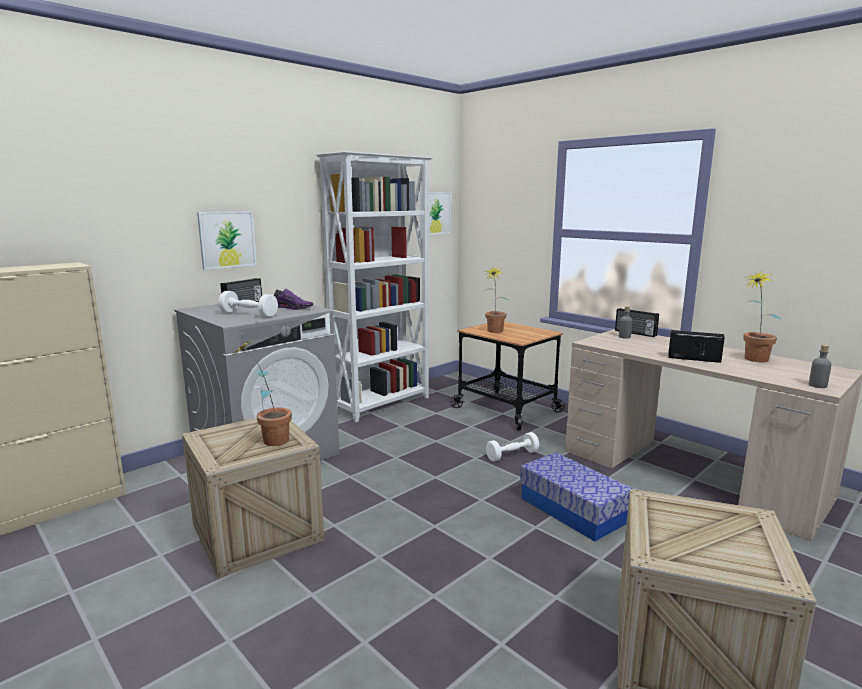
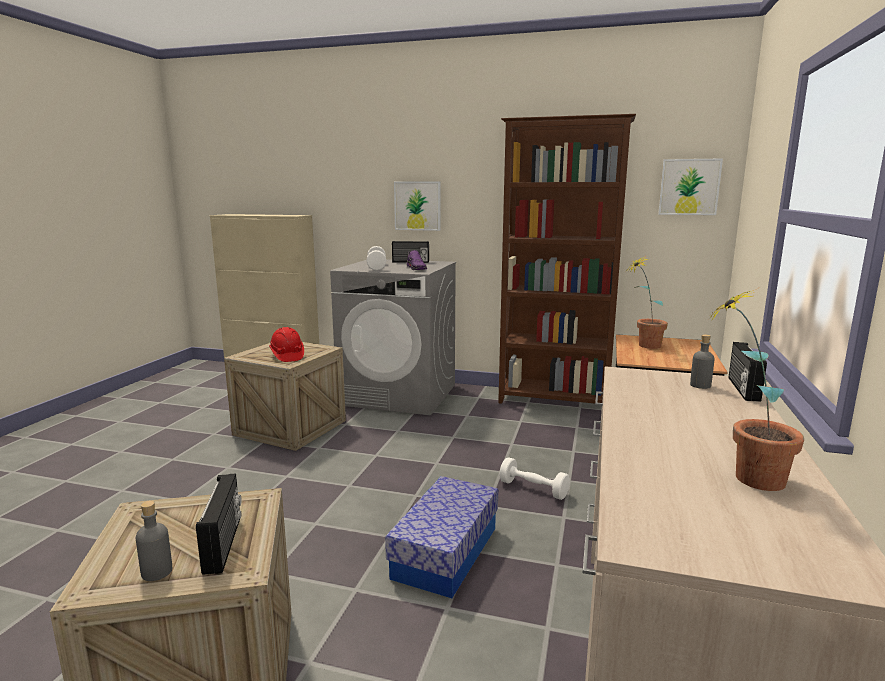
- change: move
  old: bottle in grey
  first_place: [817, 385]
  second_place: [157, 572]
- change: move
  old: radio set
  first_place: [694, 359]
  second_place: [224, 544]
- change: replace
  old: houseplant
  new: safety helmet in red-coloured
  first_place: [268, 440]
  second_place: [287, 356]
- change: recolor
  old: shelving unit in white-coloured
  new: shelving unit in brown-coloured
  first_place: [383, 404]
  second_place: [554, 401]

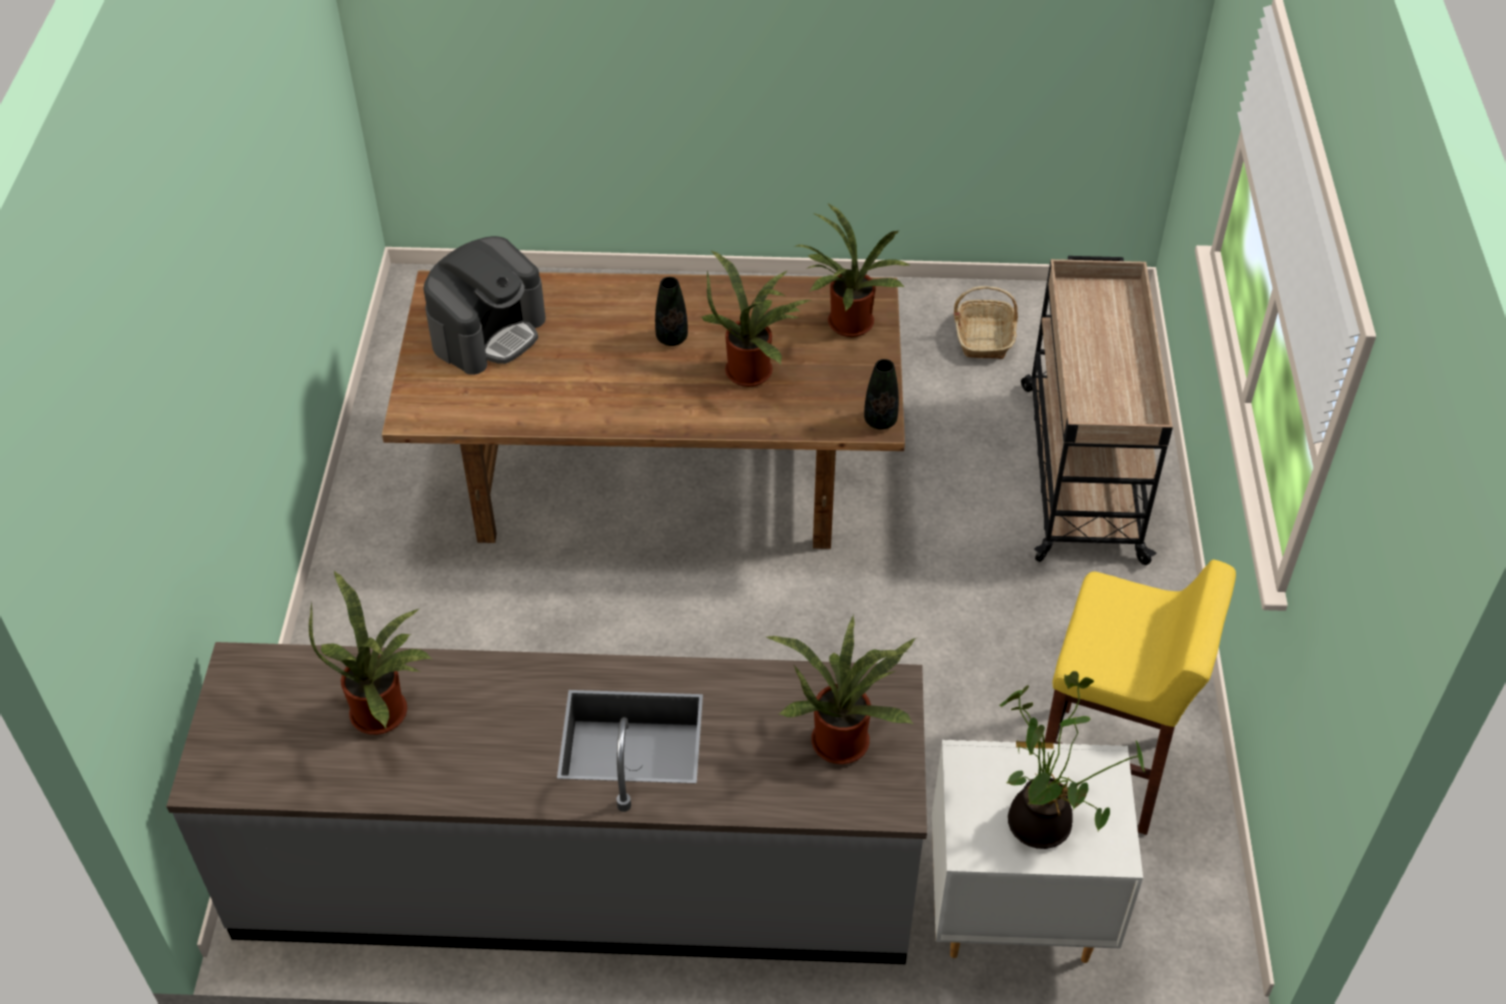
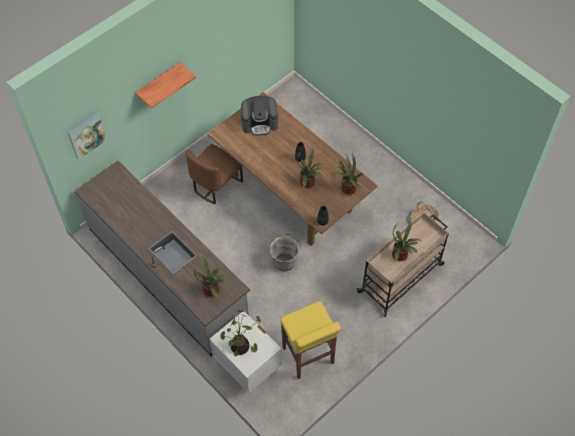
- change: insert
  new: picture
  second_place: [86, 134]
- change: insert
  new: shelf
  second_place: [159, 83]
- change: insert
  new: chair in brown-coloured
  second_place: [216, 185]
- change: insert
  new: pail in grey
  second_place: [284, 262]
- change: move
  old: houseplant
  first_place: [385, 712]
  second_place: [401, 255]

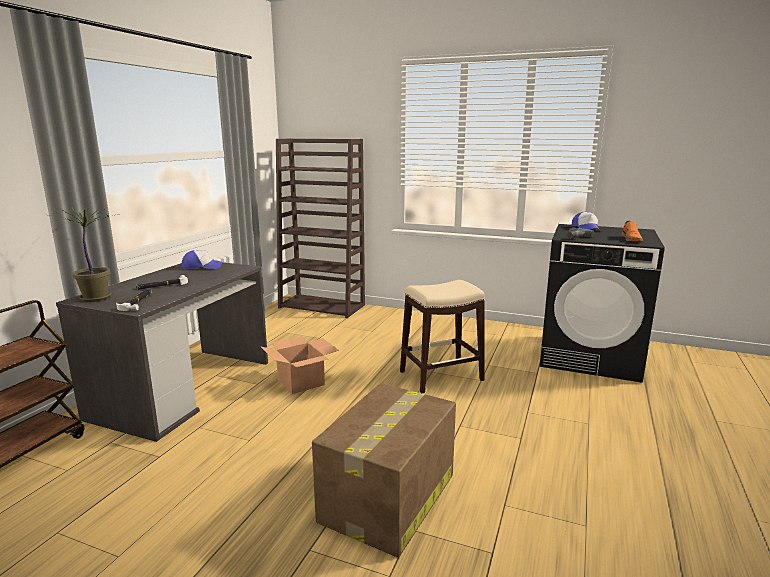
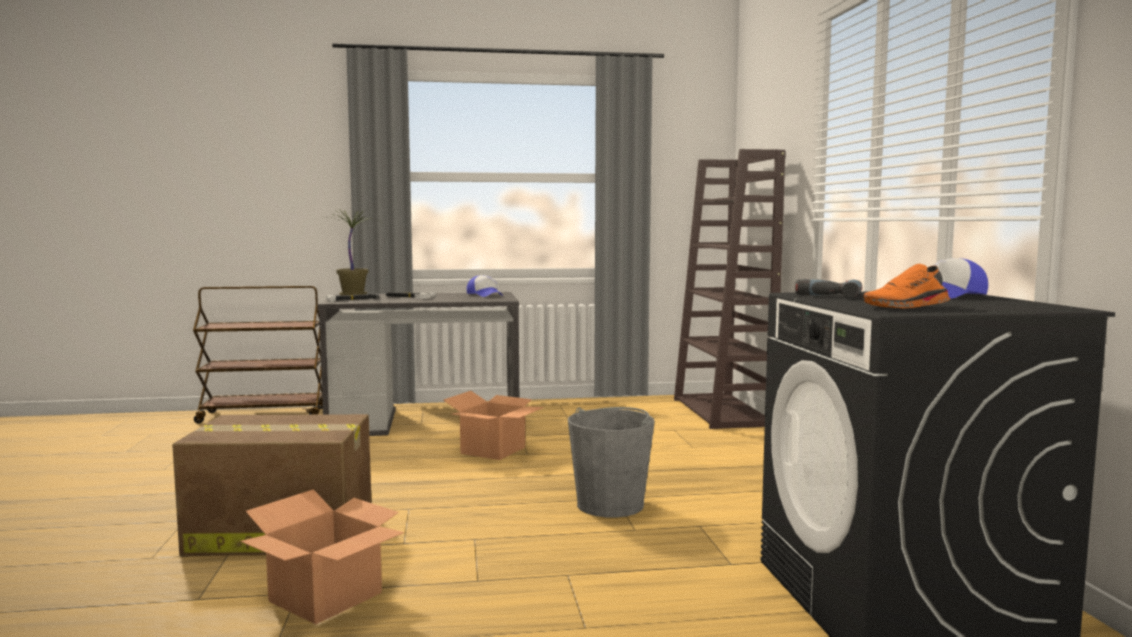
- change: insert
  new: packing box
  second_place: [326, 596]
- change: replace
  old: stool in beige-coloured
  new: pail in grey
  first_place: [440, 375]
  second_place: [610, 504]

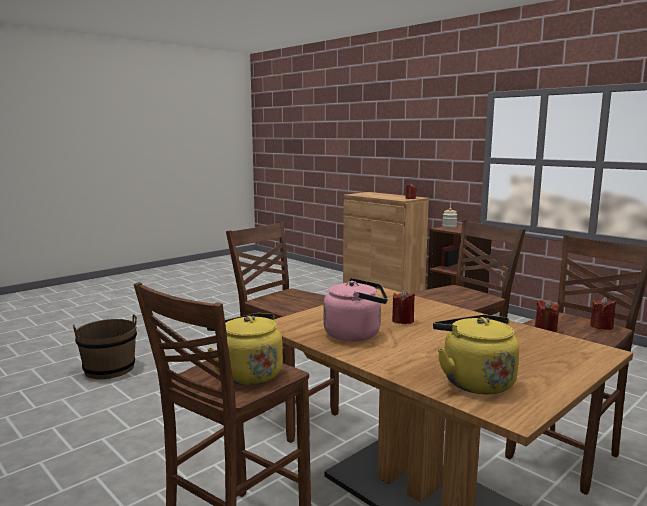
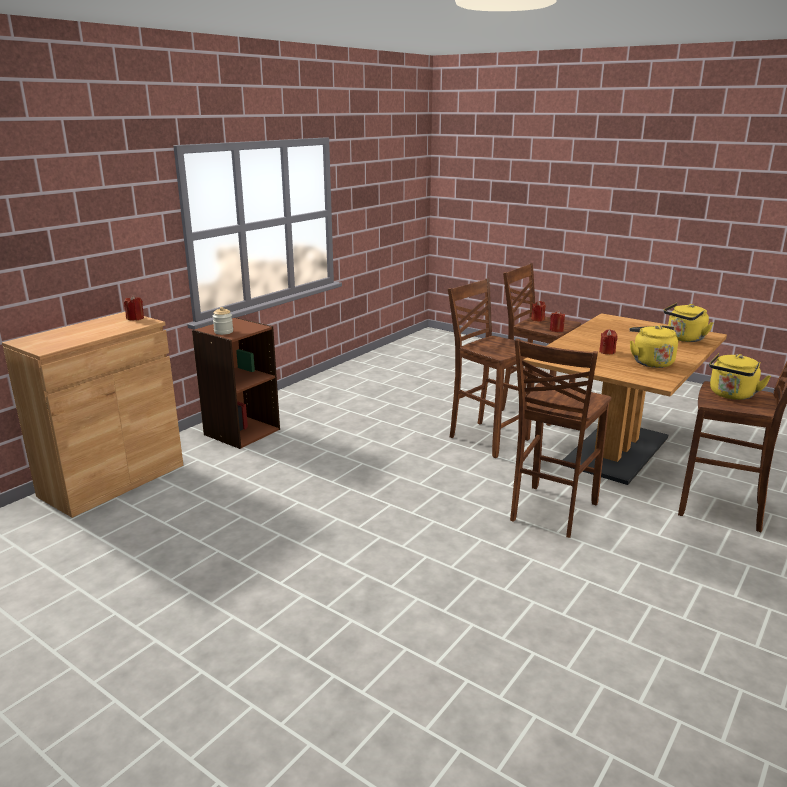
- change: recolor
  old: water kettle in pinkish
  new: water kettle in yellowish
  first_place: [356, 334]
  second_place: [650, 362]
- change: delete
  old: pail in brown-coloured
  first_place: [109, 369]

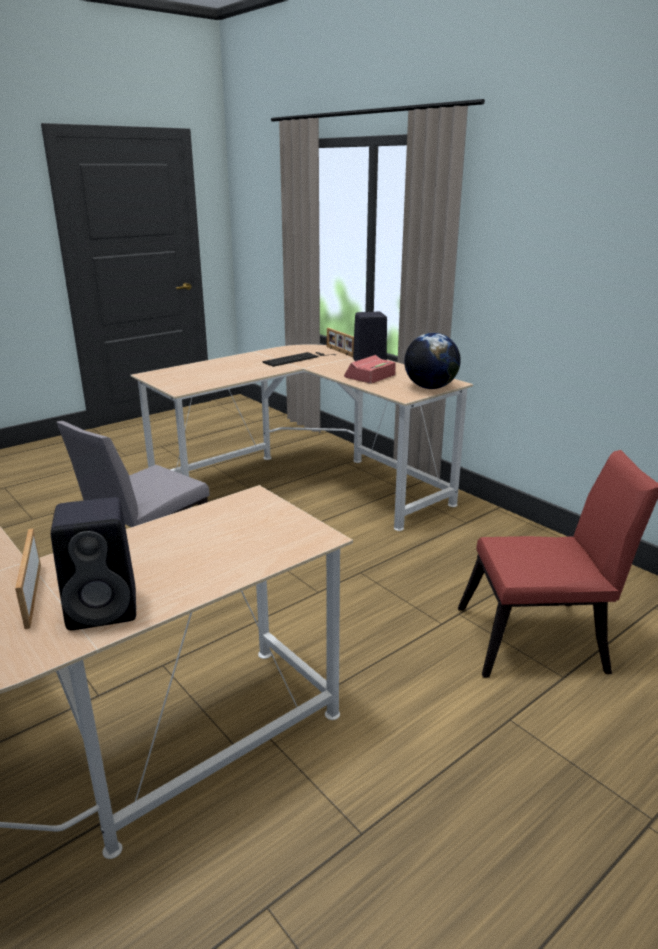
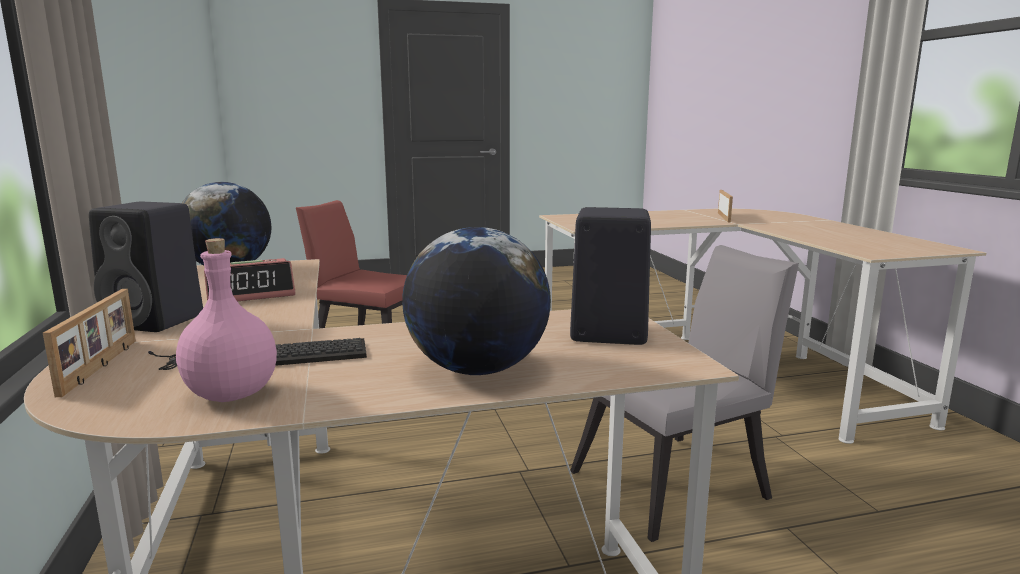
- change: insert
  new: bottle in pinkish
  second_place: [234, 394]
- change: insert
  new: globe
  second_place: [477, 370]
- change: move
  old: audio speaker in black-coloured
  first_place: [105, 608]
  second_place: [605, 333]

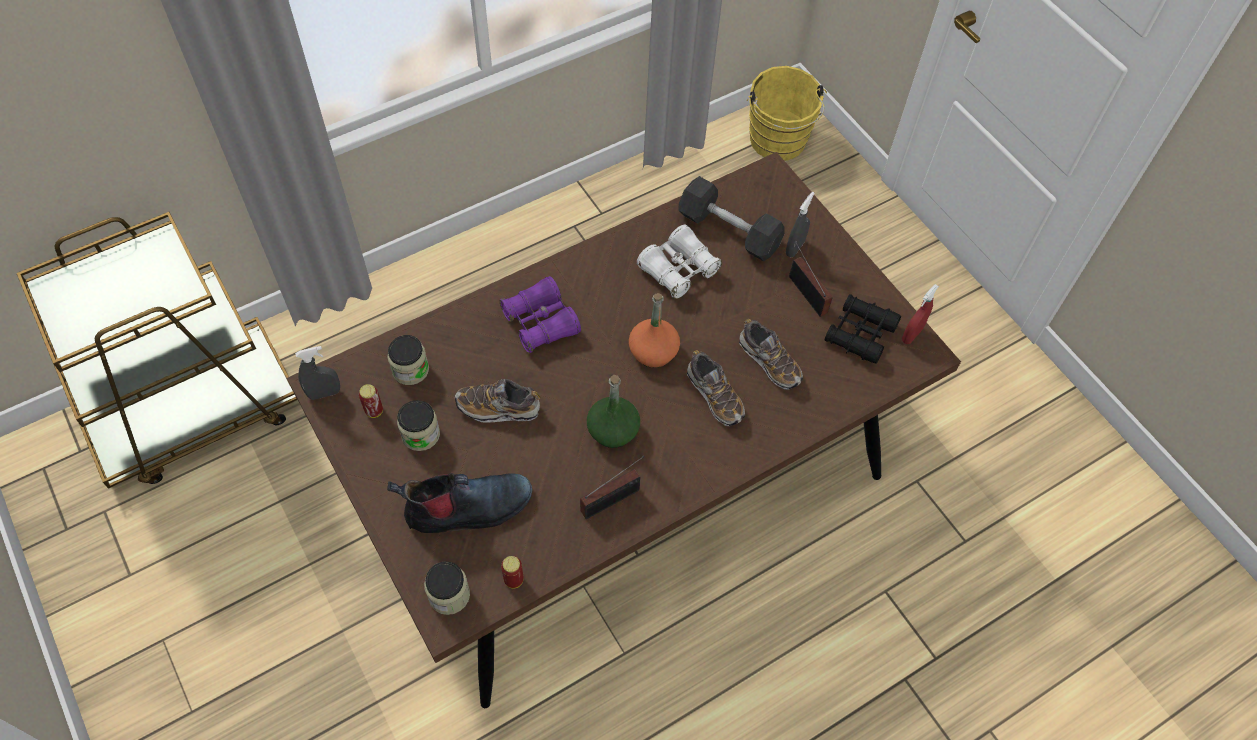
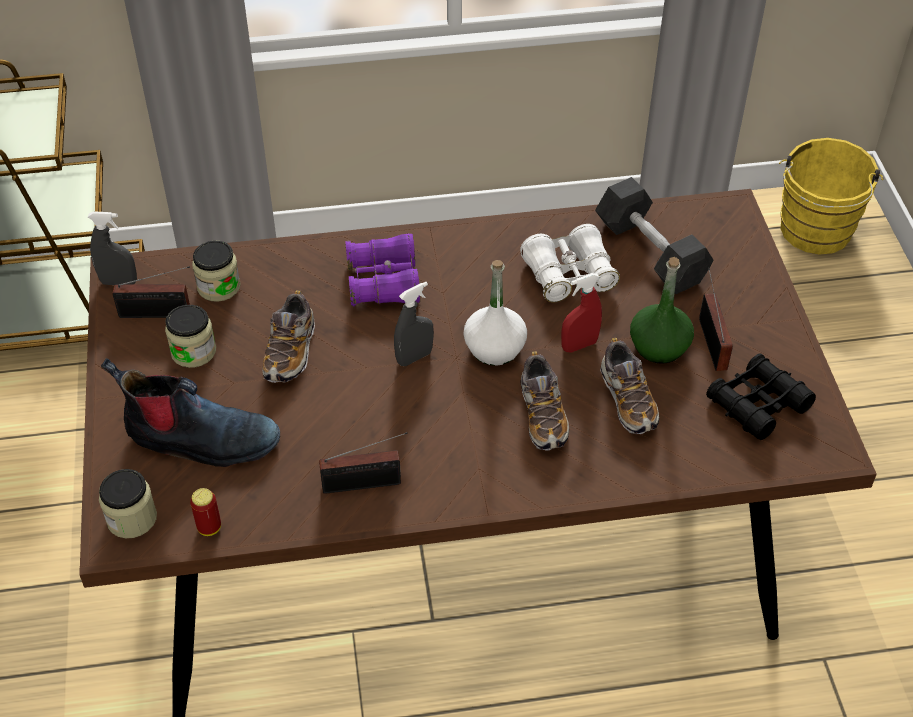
- change: replace
  old: metal can
  new: radio set
  first_place: [374, 411]
  second_place: [159, 314]
- change: rotate
  old: low shoe
  first_place: [498, 408]
  second_place: [290, 352]
  degrees: -105
- change: move
  old: sprayer in grey
  first_place: [795, 248]
  second_place: [414, 357]
- change: recolor
  old: bottle in orangey
  new: bottle in white-coloured
  first_place: [653, 351]
  second_place: [494, 348]
- change: move
  old: sprayer in red-coloured
  first_place: [911, 335]
  second_place: [579, 345]
- change: move
  old: bottle in green-coloured
  first_place: [613, 430]
  second_place: [659, 346]

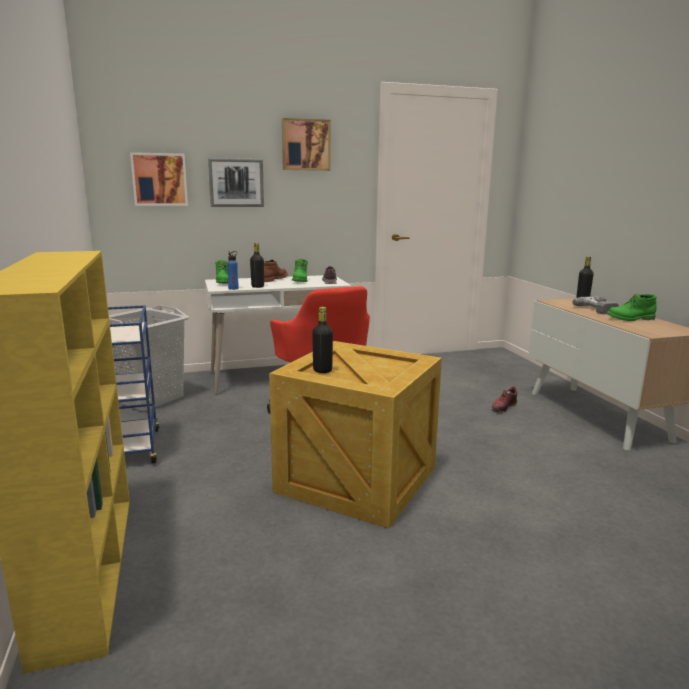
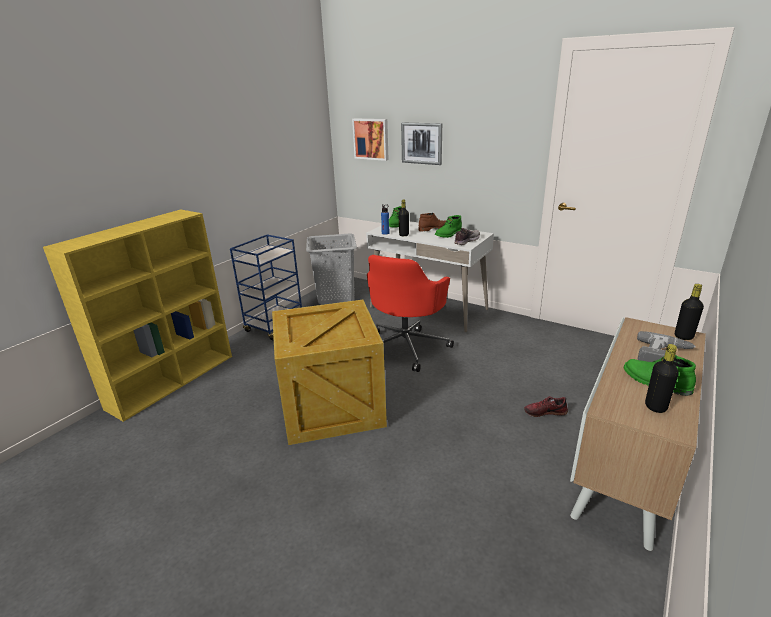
- change: move
  old: bottle in black-coloured
  first_place: [322, 370]
  second_place: [655, 407]
- change: delete
  old: picture
  first_place: [305, 145]

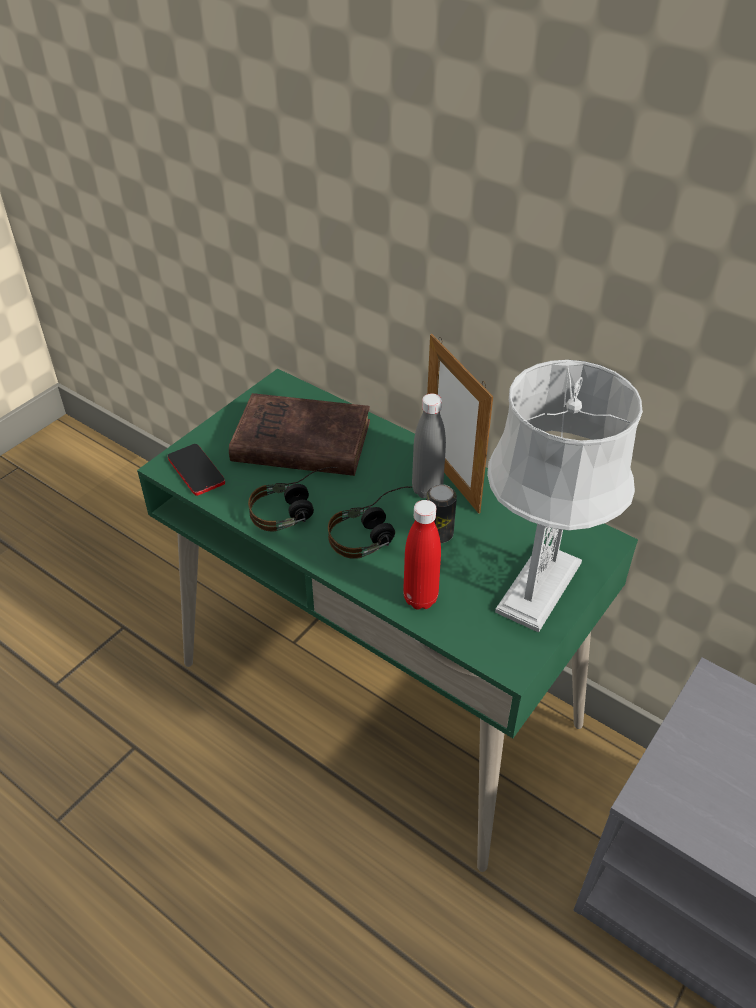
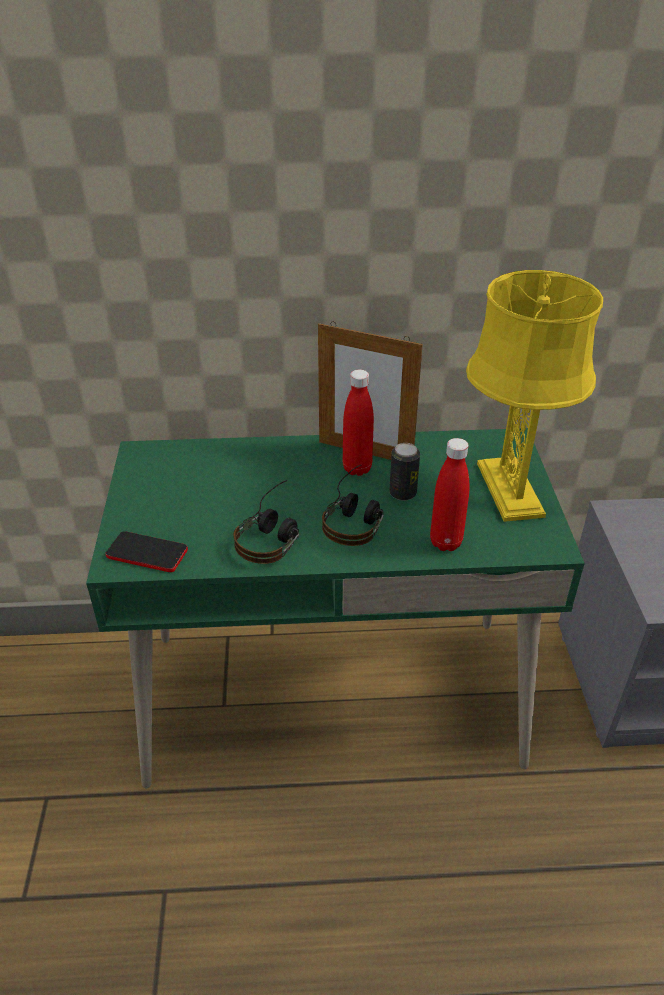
- change: recolor
  old: bottle in grey
  new: bottle in red-coloured
  first_place: [427, 490]
  second_place: [357, 468]
- change: recolor
  old: tabletop lamp in grey
  new: tabletop lamp in yellowish
  first_place: [539, 588]
  second_place: [510, 490]
- change: delete
  old: book in brown-coloured
  first_place: [298, 441]

